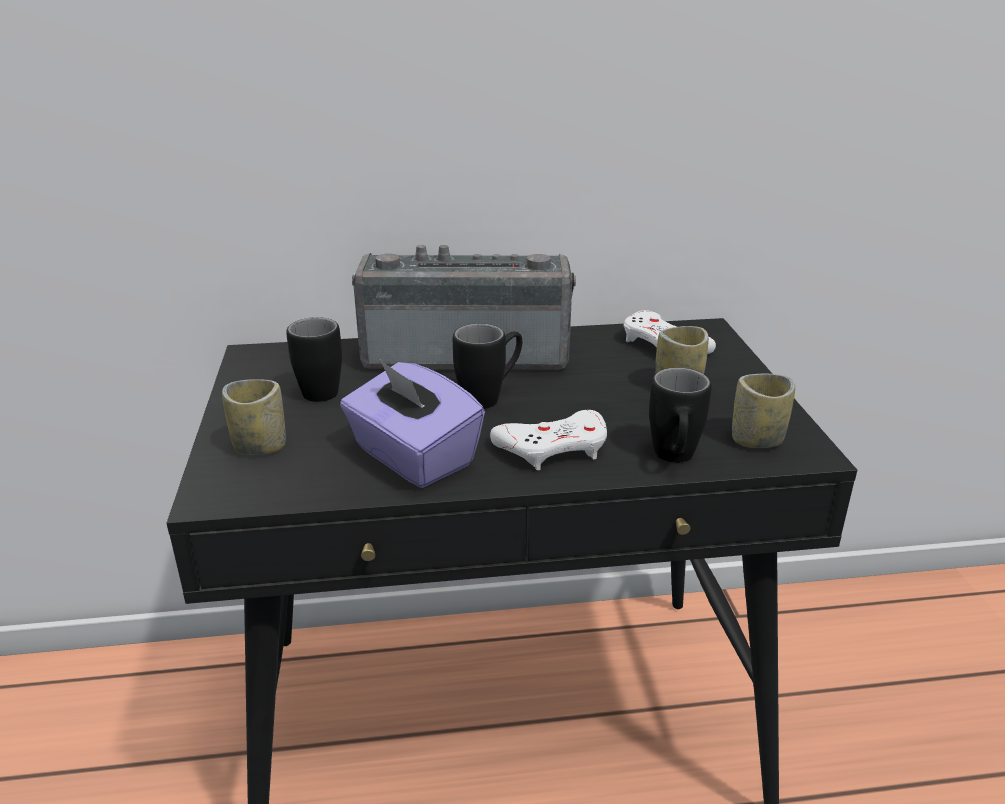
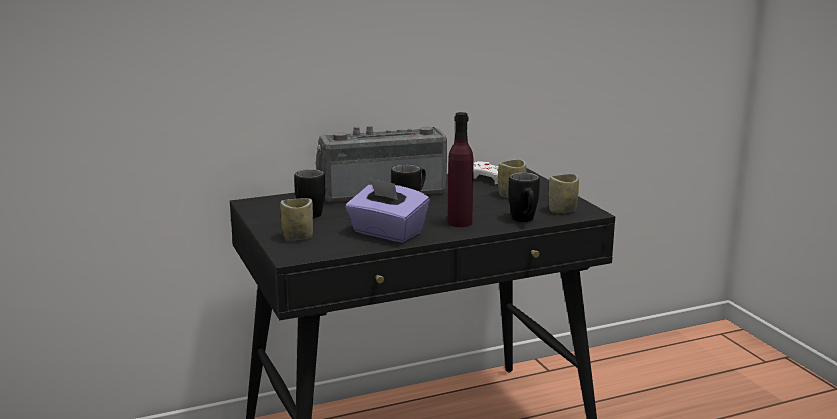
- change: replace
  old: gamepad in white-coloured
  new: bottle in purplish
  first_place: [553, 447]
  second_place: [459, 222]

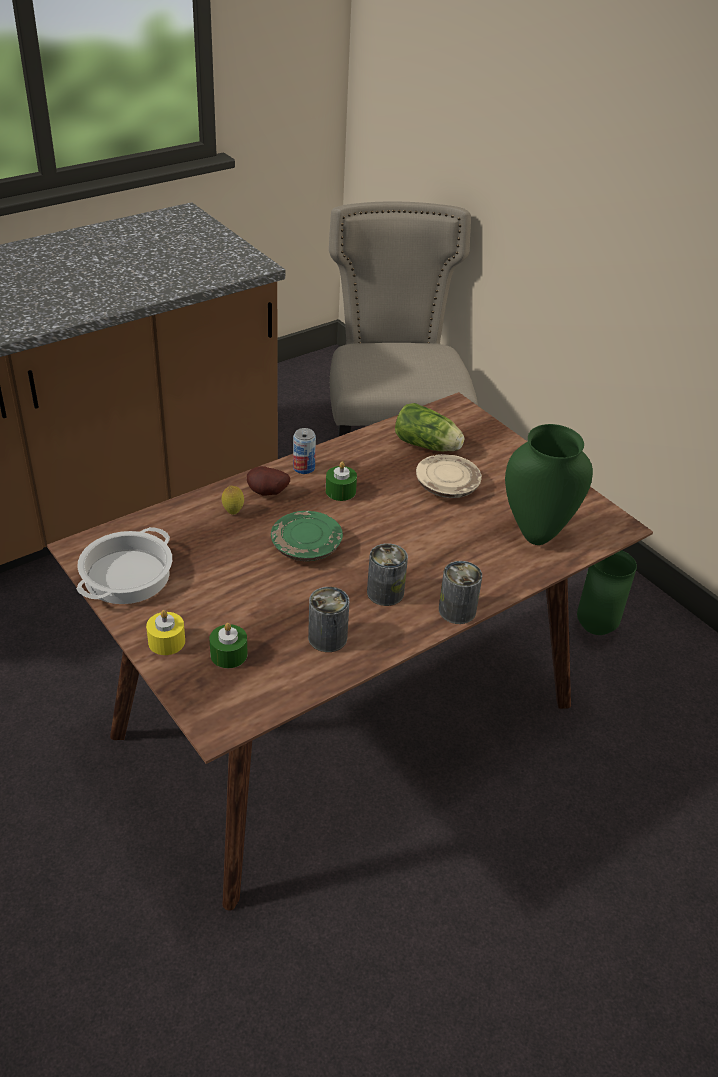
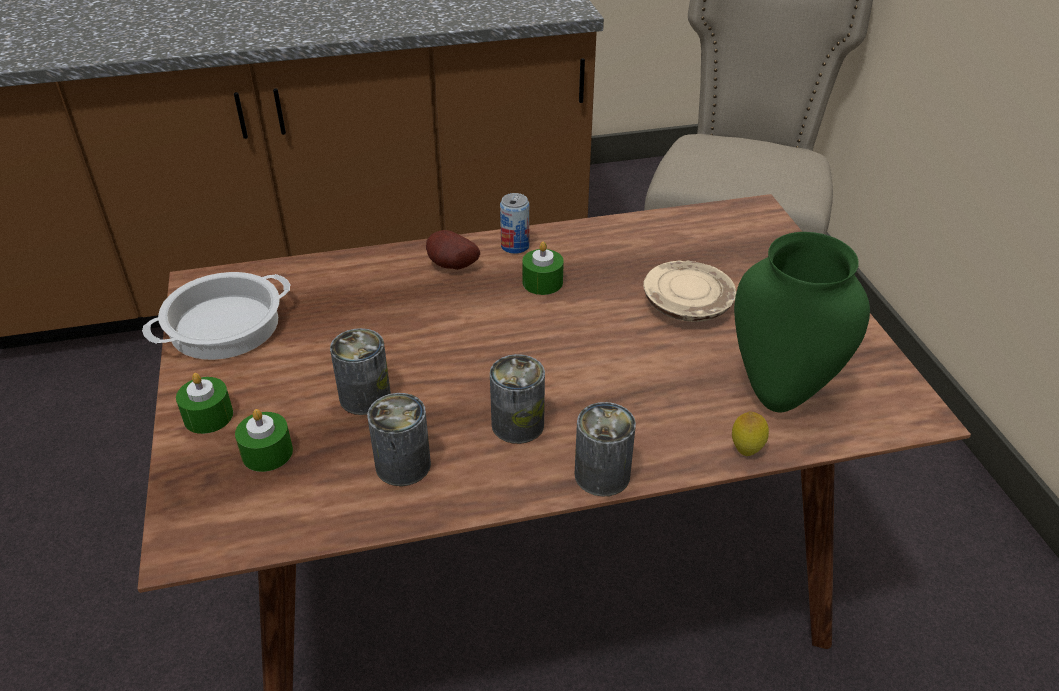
- change: recolor
  old: wax light in yellowish
  new: wax light in green-coloured
  first_place: [166, 641]
  second_place: [208, 416]
- change: insert
  new: metal can
  second_place: [365, 397]
- change: move
  old: whole lemon
  first_place: [233, 511]
  second_place: [746, 450]
- change: delete
  old: plate in green-coloured
  first_place: [306, 546]
- change: delete
  old: lettuce
  first_place: [428, 446]
- change: delete
  old: flower vase in green-coloured
  first_place: [596, 628]

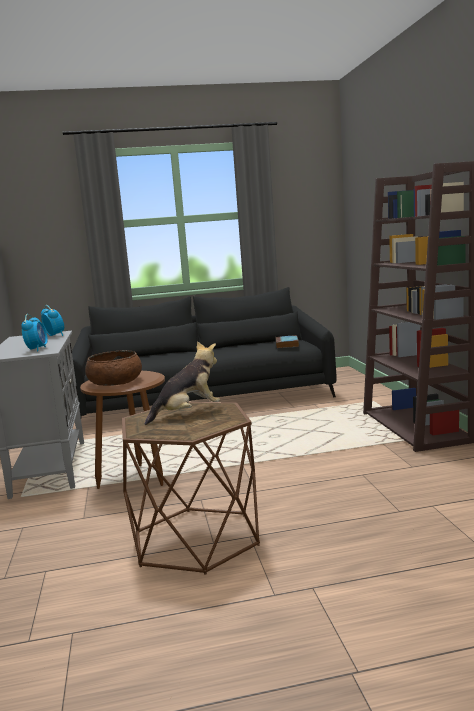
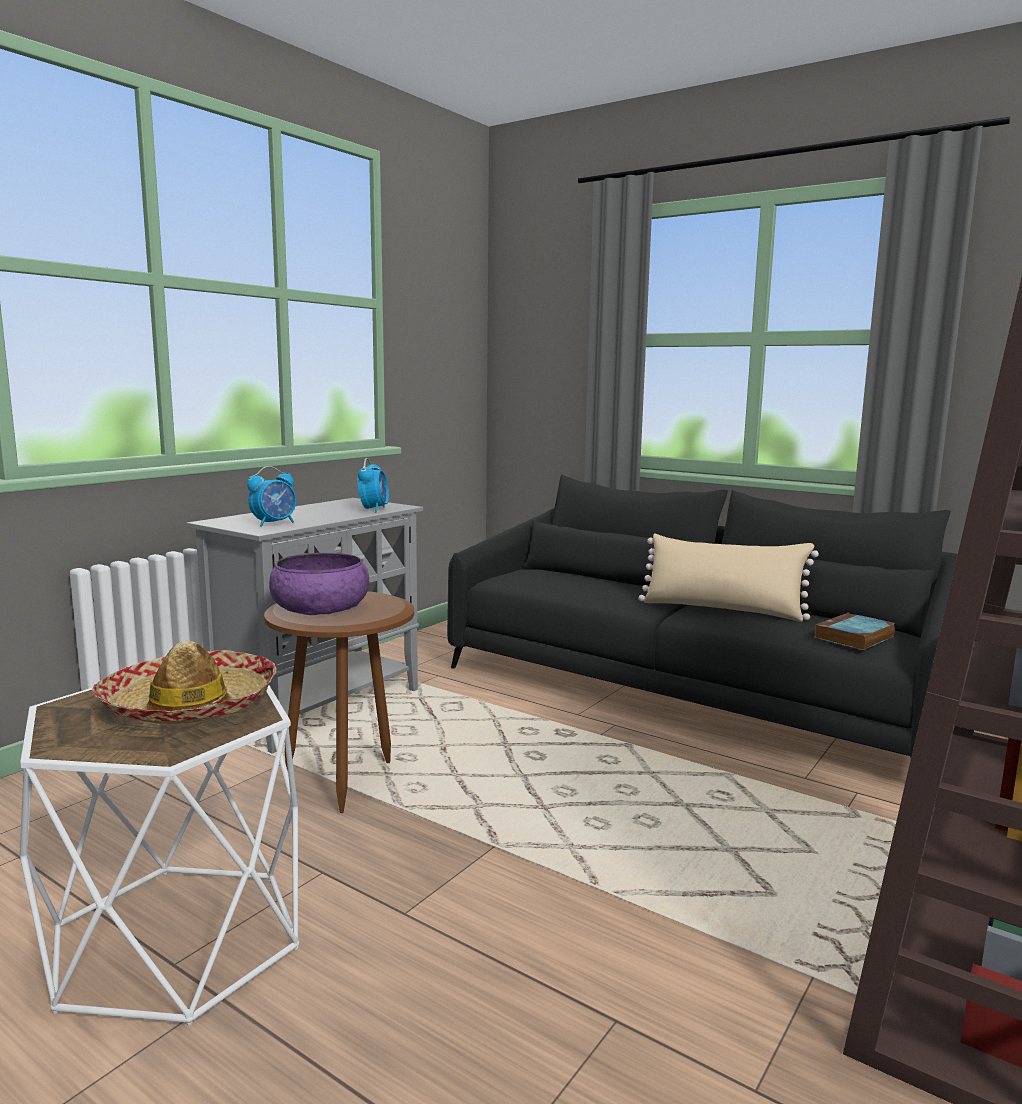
- change: recolor
  old: accent table in brown-coloured
  new: accent table in white-coloured
  first_place: [196, 539]
  second_place: [175, 940]
- change: replace
  old: soft toy
  new: hat
  first_place: [188, 413]
  second_place: [190, 705]
- change: recolor
  old: serving bowl in brown-coloured
  new: serving bowl in purplish
  first_place: [115, 381]
  second_place: [320, 607]
- change: insert
  new: cushion in beige-coloured
  second_place: [722, 610]

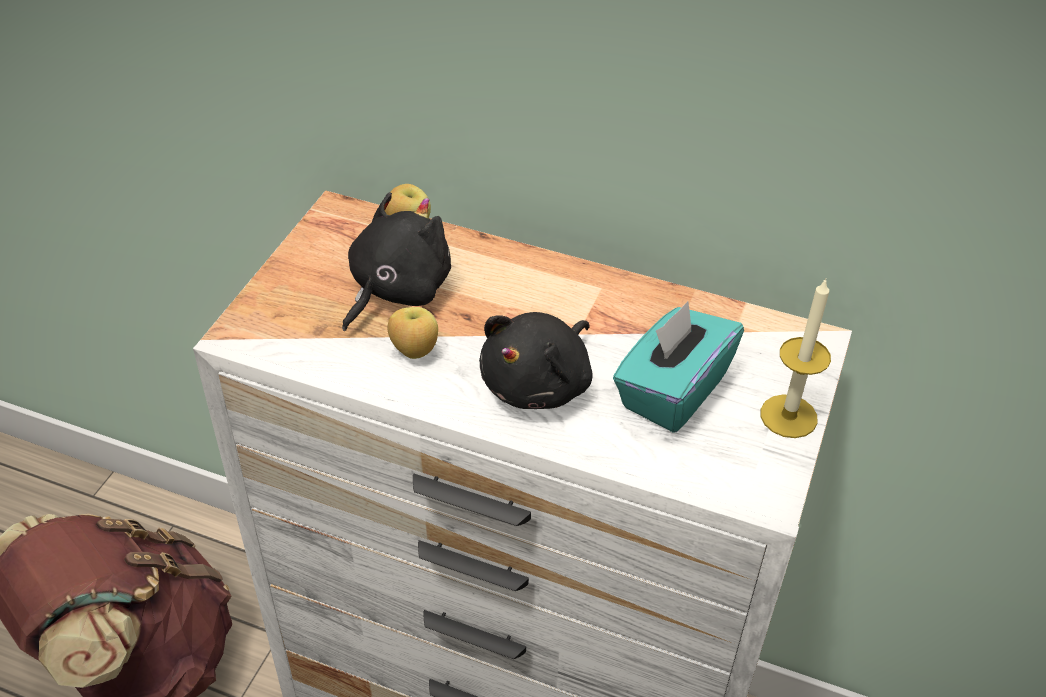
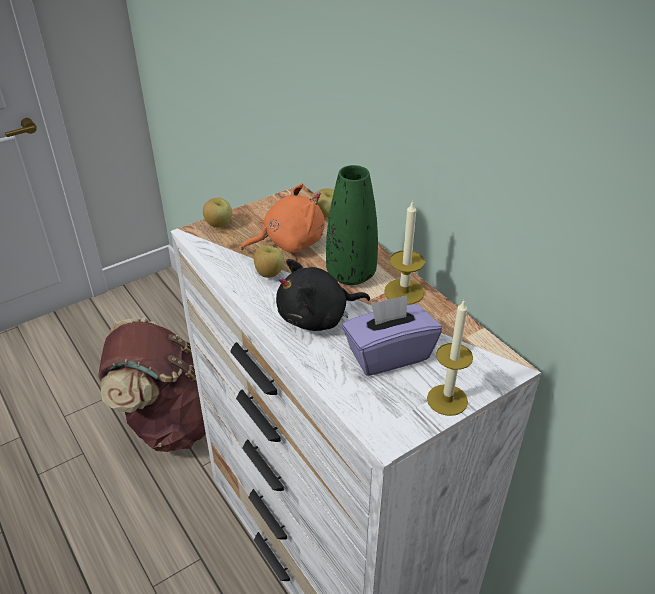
- change: insert
  new: apple fruit
  second_place: [219, 225]
- change: recolor
  old: soft toy in black-coloured
  new: soft toy in orangey
  first_place: [396, 290]
  second_place: [289, 242]
- change: insert
  new: flower vase in green-coloured
  second_place: [351, 274]
- change: recolor
  old: tissue box in turquoise-coloured
  new: tissue box in purplish
  first_place: [672, 391]
  second_place: [388, 354]
- change: insert
  new: wax light
  second_place: [404, 292]

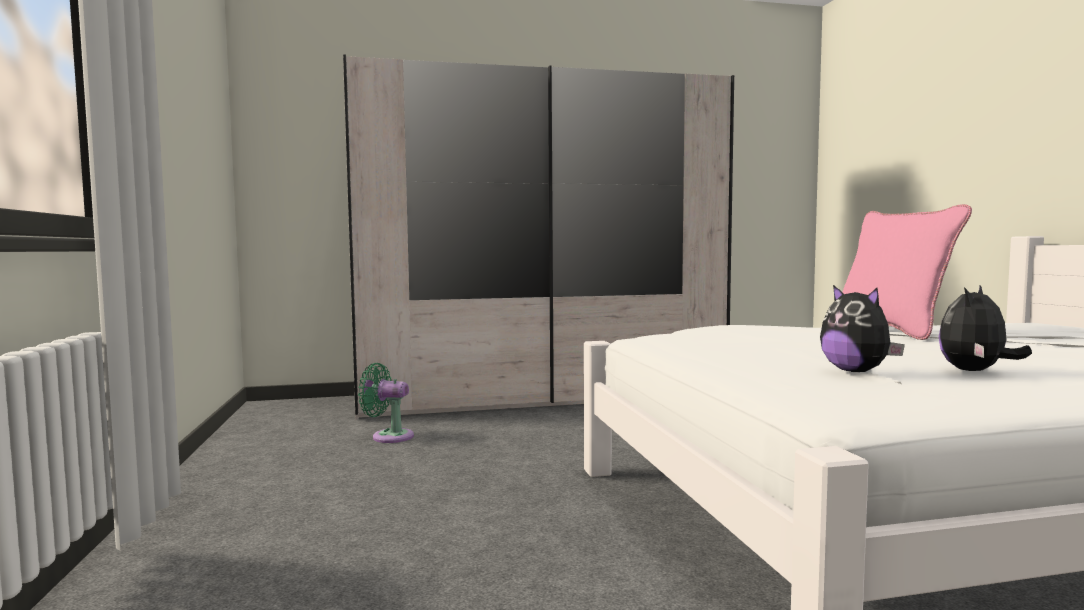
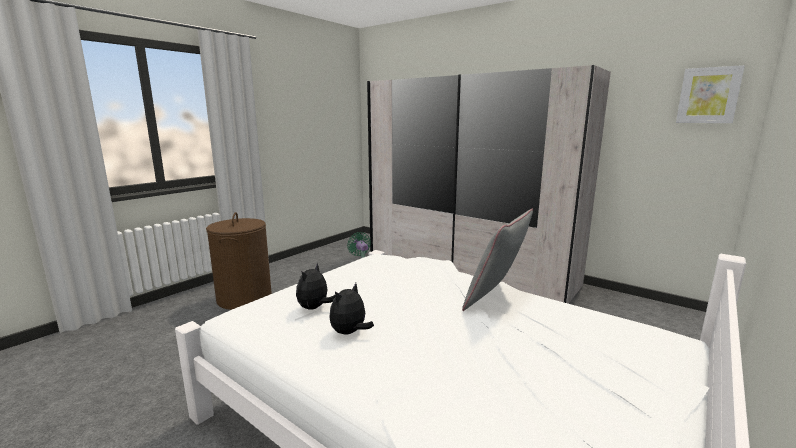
- change: insert
  new: hamper in brown-coloured
  second_place: [244, 298]
- change: rotate
  old: soft toy
  first_place: [975, 371]
  second_place: [350, 333]
  degrees: -60
- change: recolor
  old: cushion in pinkish
  new: cushion in grey
  first_place: [891, 331]
  second_place: [495, 299]
- change: insert
  new: picture
  second_place: [708, 95]

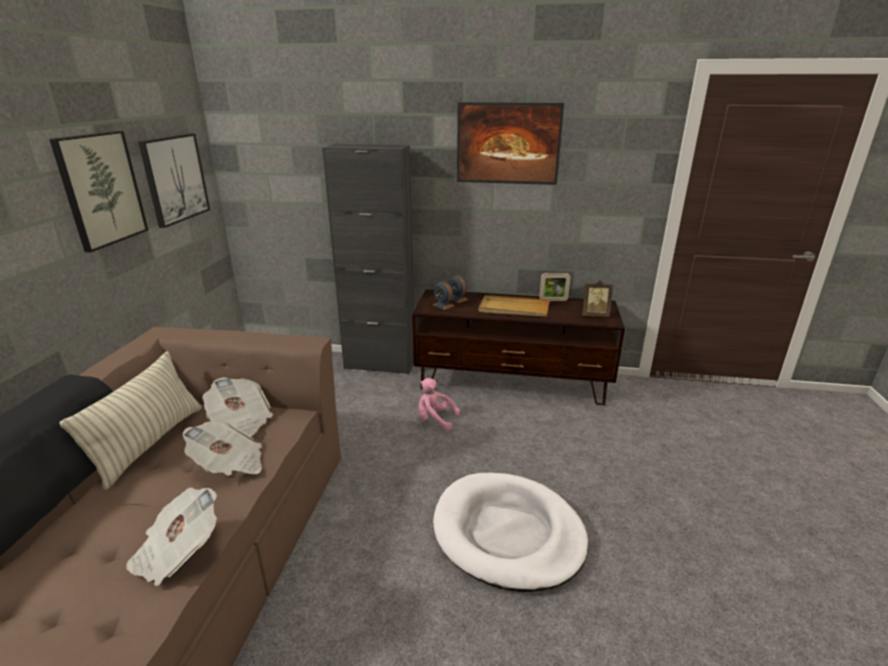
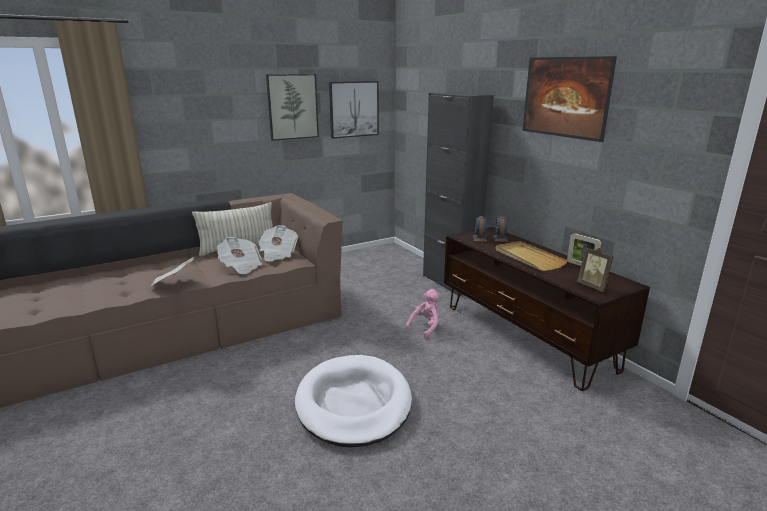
- change: rotate
  old: soft toy in pinkish
  first_place: [435, 419]
  second_place: [426, 327]
  degrees: 60

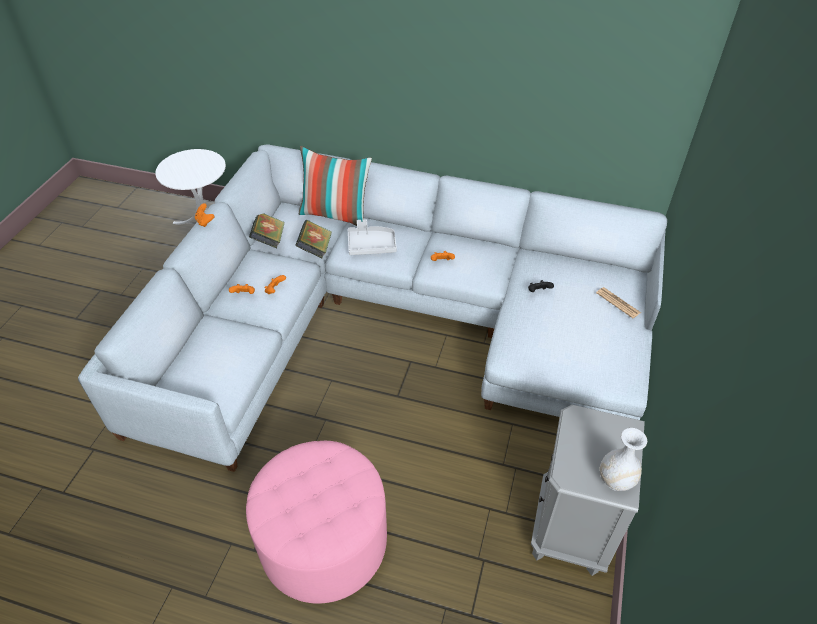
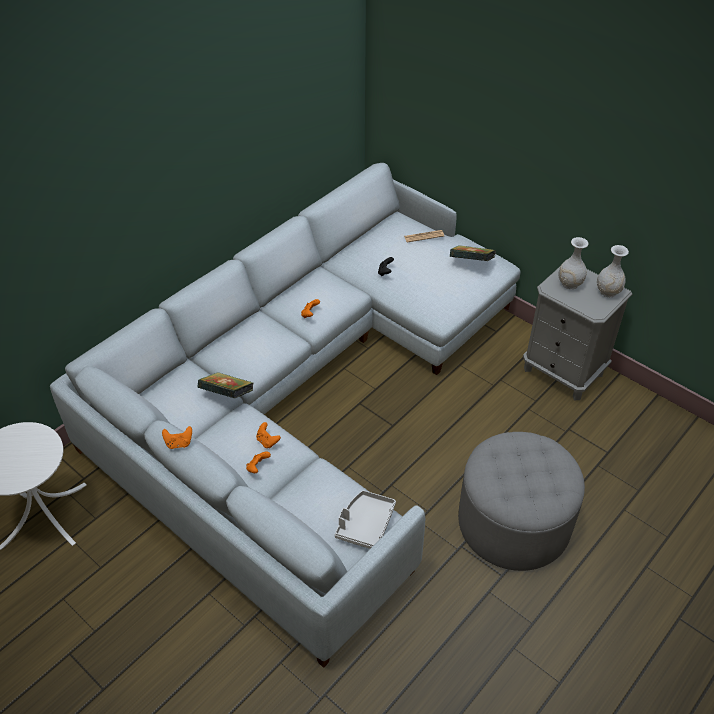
- change: move
  old: carrying tray in grey
  first_place: [371, 245]
  second_place: [365, 524]
- change: move
  old: book
  first_place: [269, 240]
  second_place: [471, 263]
- change: recolor
  old: ottoman in pinkish
  new: ottoman in grey
  first_place: [324, 541]
  second_place: [514, 523]
- change: insert
  new: flower vase in white-coloured
  second_place: [569, 283]
- change: delete
  old: cushion
  first_place: [336, 215]

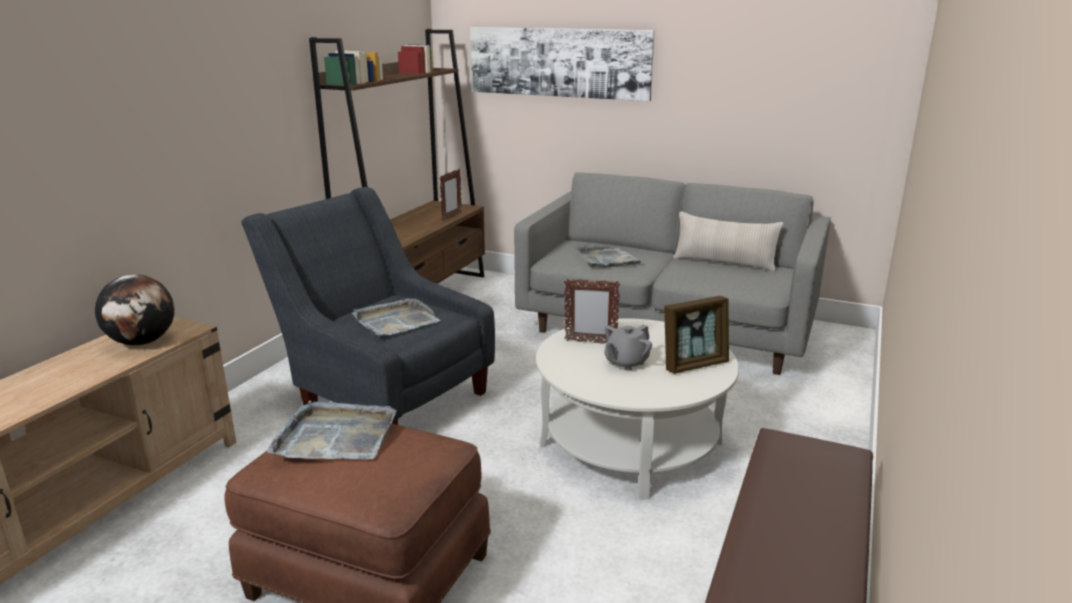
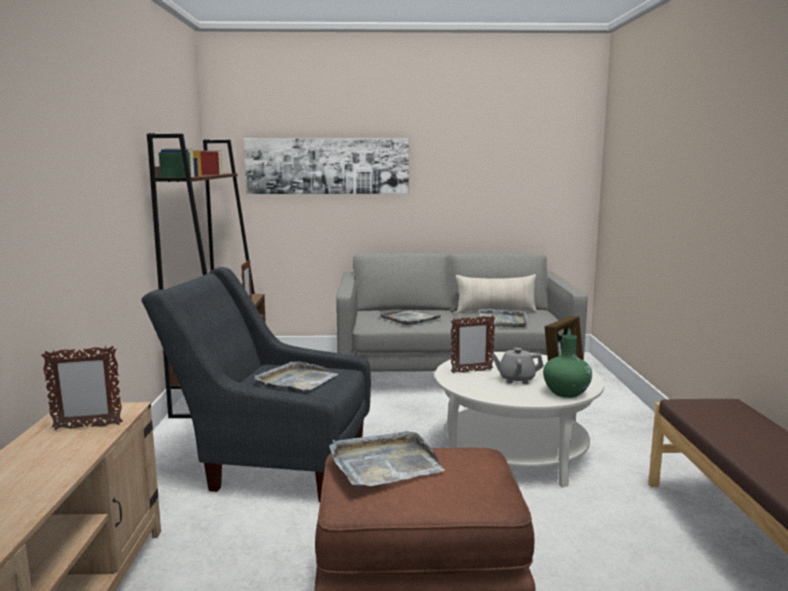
- change: replace
  old: globe
  new: picture frame
  first_place: [142, 342]
  second_place: [87, 427]
- change: insert
  new: carrying tray in grey
  second_place: [503, 321]
- change: rotate
  old: pot for tea in grey
  first_place: [626, 363]
  second_place: [516, 379]
  degrees: 75
- change: insert
  new: flower vase in green-coloured
  second_place: [566, 393]

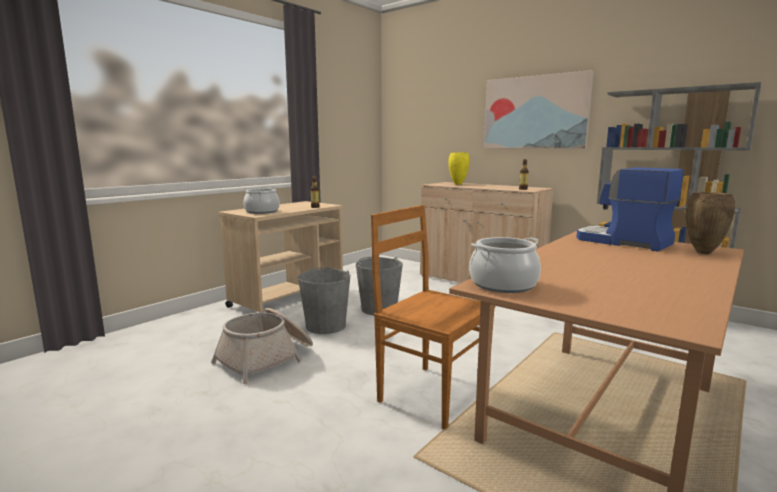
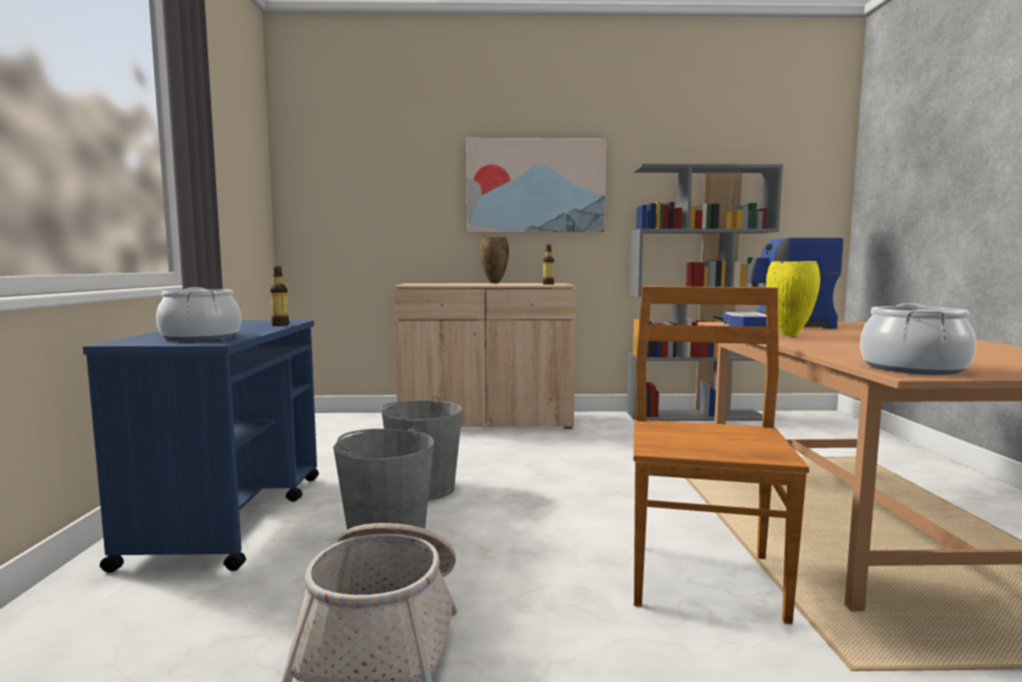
- change: recolor
  old: trolley in beige-coloured
  new: trolley in blue
  first_place: [288, 298]
  second_place: [231, 516]
- change: move
  old: flower vase in brown-coloured
  first_place: [702, 253]
  second_place: [494, 283]
- change: rotate
  old: chair in brown-coloured
  first_place: [431, 394]
  second_place: [703, 577]
  degrees: 105
- change: move
  old: flower vase in yellowish
  first_place: [457, 184]
  second_place: [789, 335]

